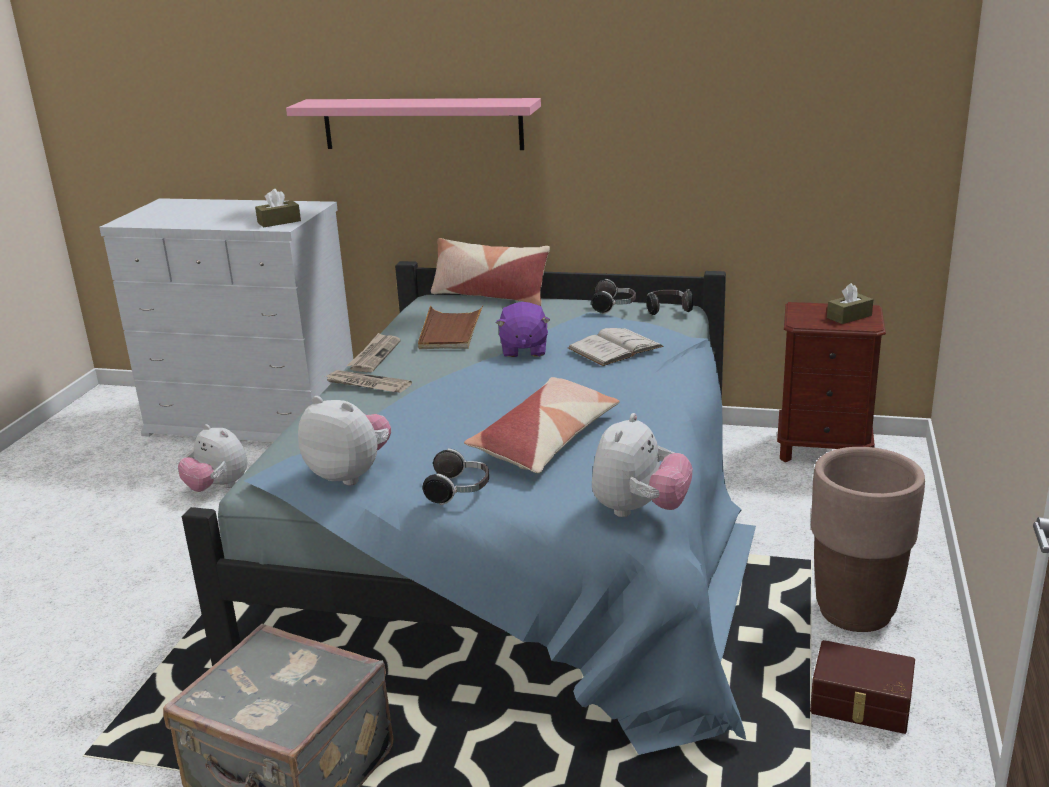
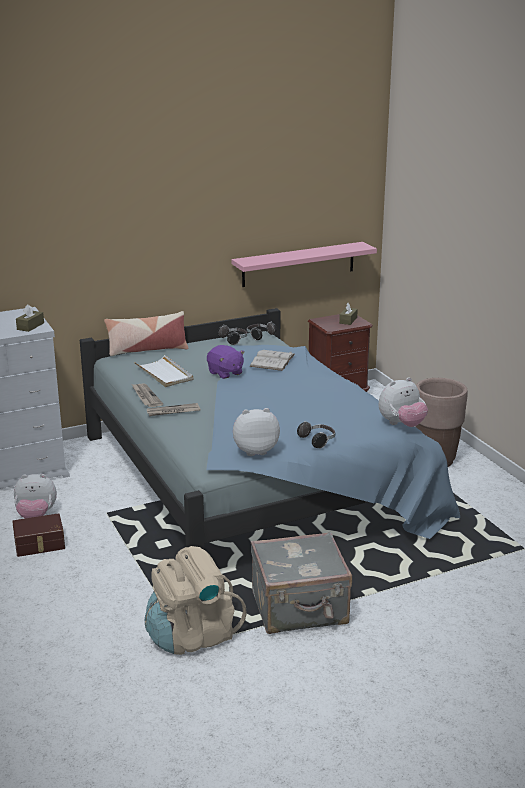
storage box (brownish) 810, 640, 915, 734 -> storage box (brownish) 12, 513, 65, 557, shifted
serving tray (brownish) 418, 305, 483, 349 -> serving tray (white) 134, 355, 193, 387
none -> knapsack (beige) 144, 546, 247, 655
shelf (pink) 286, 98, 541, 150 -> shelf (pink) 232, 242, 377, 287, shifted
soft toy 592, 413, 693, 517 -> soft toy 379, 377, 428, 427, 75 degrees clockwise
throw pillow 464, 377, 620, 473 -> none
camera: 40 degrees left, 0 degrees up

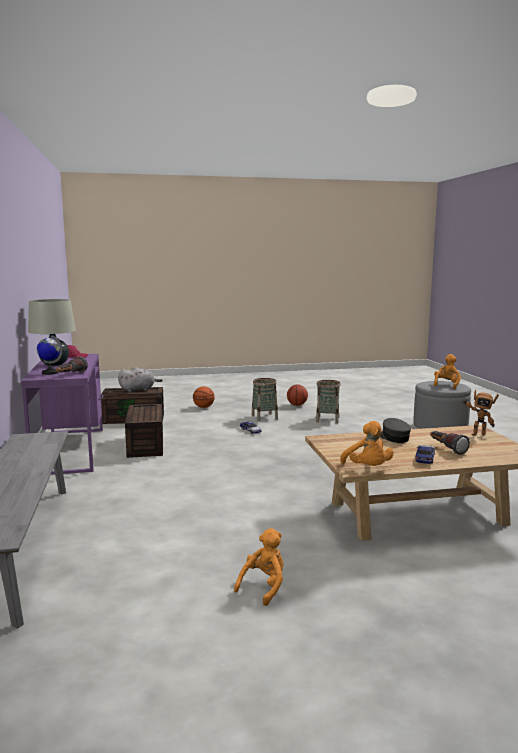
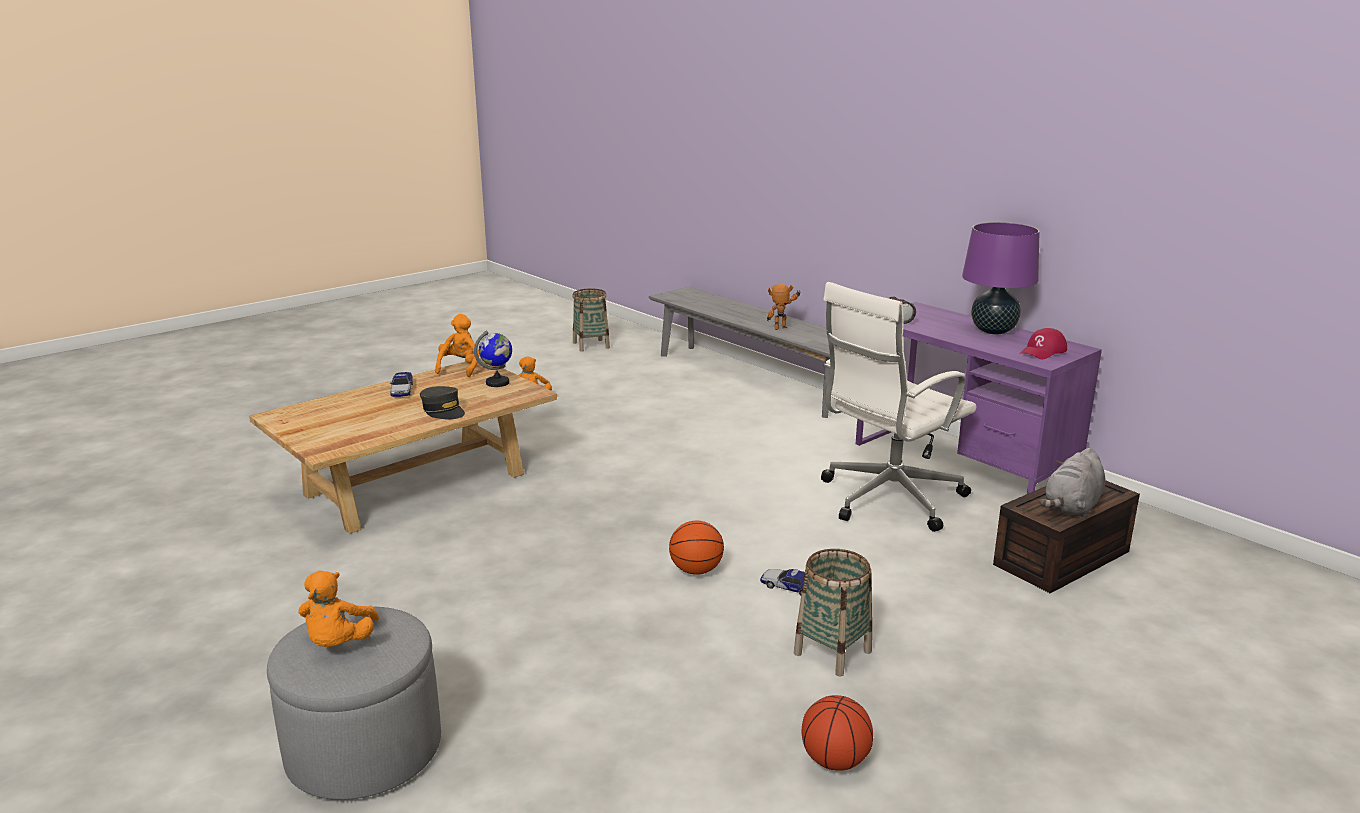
soft toy (orange) 340, 421, 394, 466 -> soft toy (orange) 435, 314, 480, 377, 60 degrees clockwise
world globe 37, 335, 63, 375 -> world globe 474, 331, 512, 387, shifted
storage basket 316, 380, 341, 423 -> storage basket 572, 288, 610, 352, shifted
ball for basketball 193, 386, 215, 408 -> ball for basketball 669, 520, 724, 575, shifted
model robot 462, 390, 499, 436 -> model robot 767, 284, 801, 330, shifted
storage box (brownish) 125, 404, 163, 458 -> desk chair (white) 821, 282, 976, 532
tabletop lamp (beige) 28, 299, 76, 366 -> tabletop lamp (purple) 962, 222, 1040, 335
torch 430, 431, 470, 455 -> none
camera: 150 degrees right, 10 degrees up

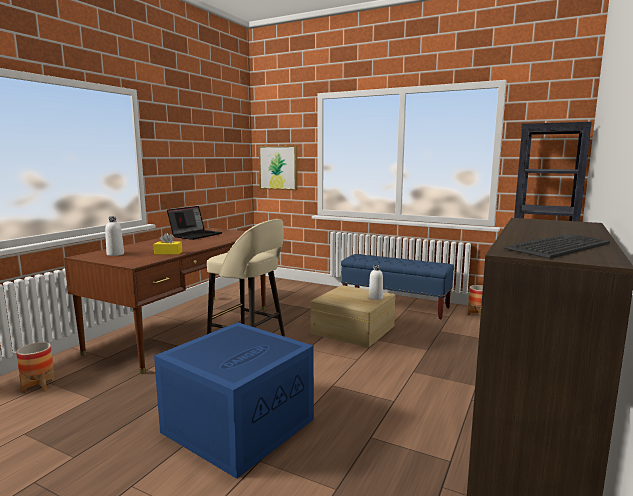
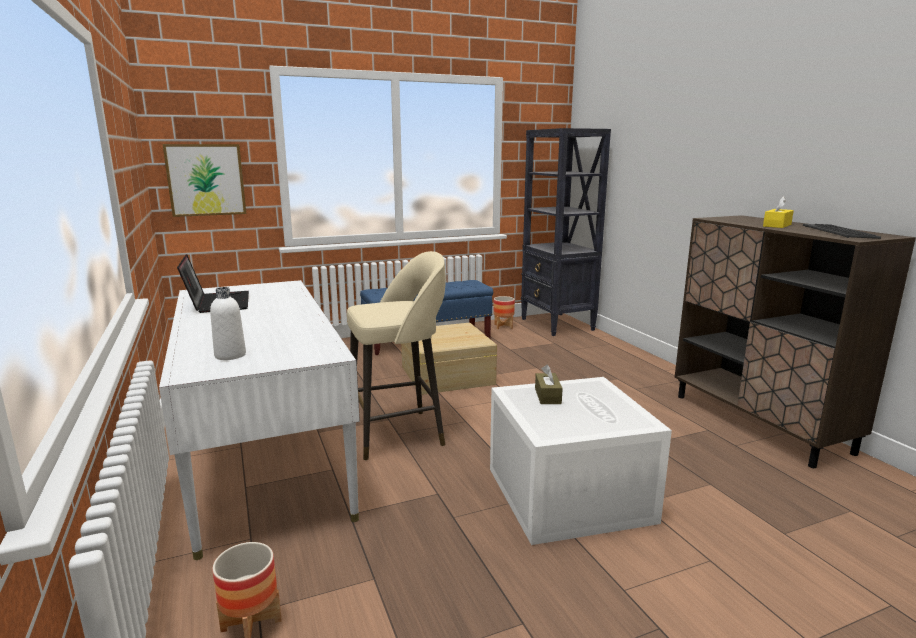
desk table (brownish) 64, 228, 266, 374 -> desk table (white) 159, 280, 360, 560
storage box (blue-coloured) 154, 322, 314, 479 -> storage box (white) 490, 377, 672, 545
none -> box of tissues (brownish) 535, 365, 563, 404
box of tissues (yellow) 153, 233, 182, 255 -> box of tissues (yellow) 763, 196, 794, 228, shifted
bottle (white) 369, 265, 383, 300 -> none
camera: 50 degrees left, 5 degrees up

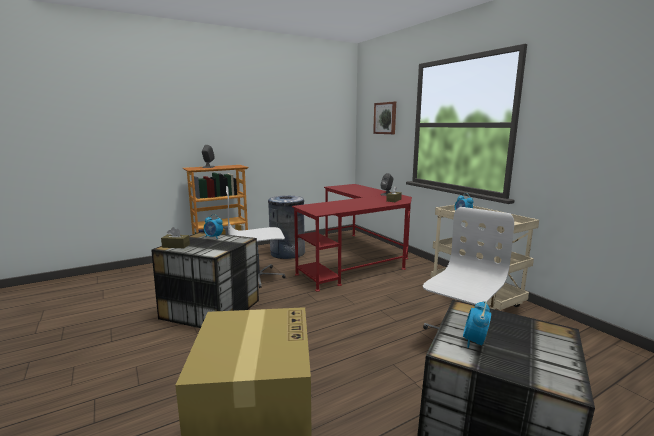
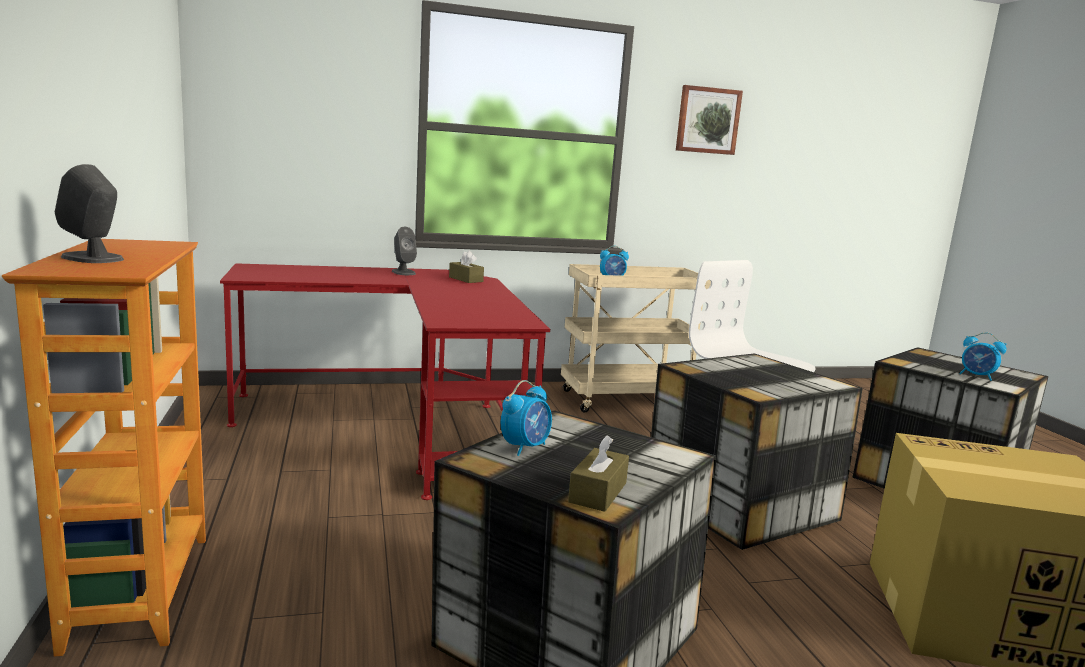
none -> storage box 651, 353, 863, 550
picture 373, 102, 396, 134 -> picture 676, 85, 743, 155, shifted
desk chair (white) 226, 186, 286, 288 -> none
trash can (greyish) 268, 195, 305, 259 -> none
camera: 75 degrees left, 0 degrees up

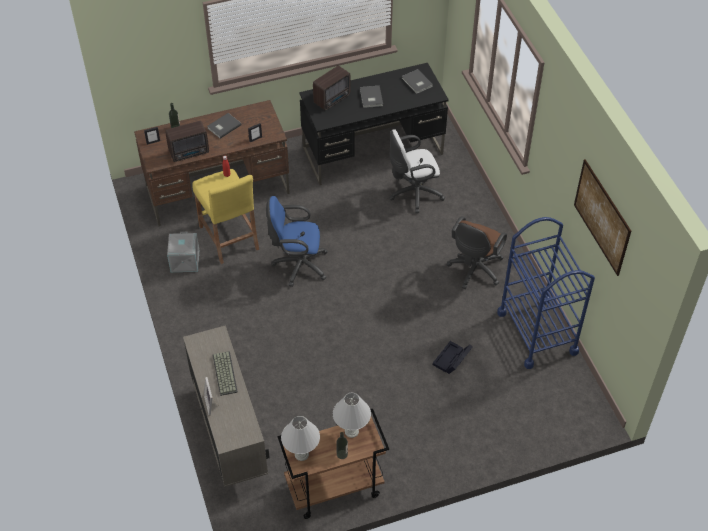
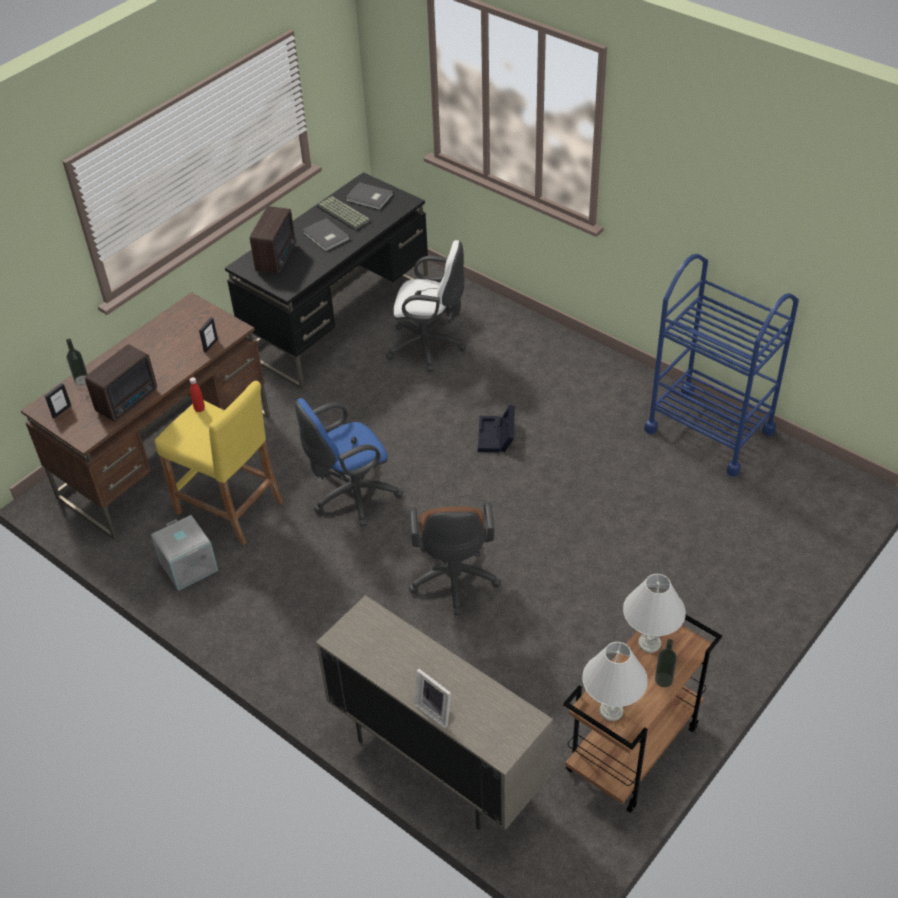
PC keyboard 213, 351, 238, 396 -> PC keyboard 317, 196, 372, 231, shifted
desk chair (white) 389, 129, 445, 213 -> desk chair (white) 386, 240, 466, 372, 120 degrees counterclockwise
desk chair (brownish) 447, 216, 507, 289 -> desk chair (brownish) 408, 502, 501, 615, shifted
storage box (blackish) 433, 341, 472, 374 -> storage box (blackish) 478, 405, 515, 452, shifted
book (greyish) 207, 113, 242, 139 -> none
picture 574, 159, 631, 276 -> none
camera: 30 degrees left, 5 degrees down

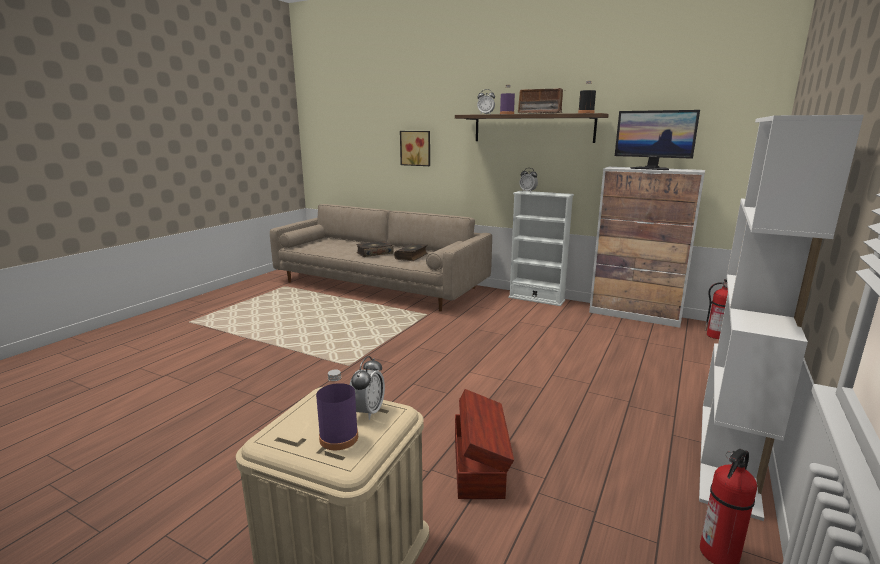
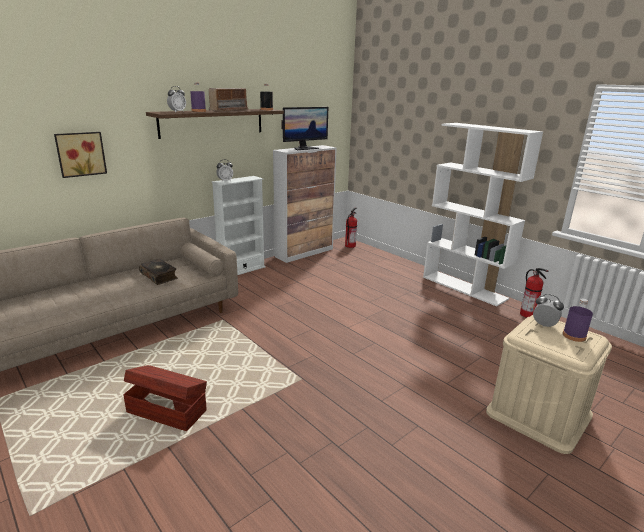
storage box (brownish) 455, 389, 514, 499 -> storage box (brownish) 123, 365, 207, 431, shifted
book 356, 241, 394, 257 -> none
camera: 70 degrees left, 5 degrees up

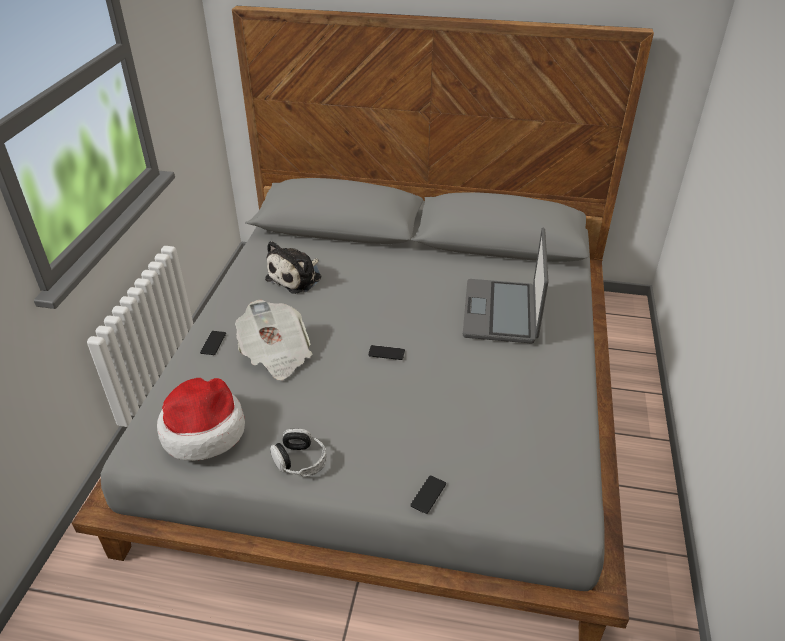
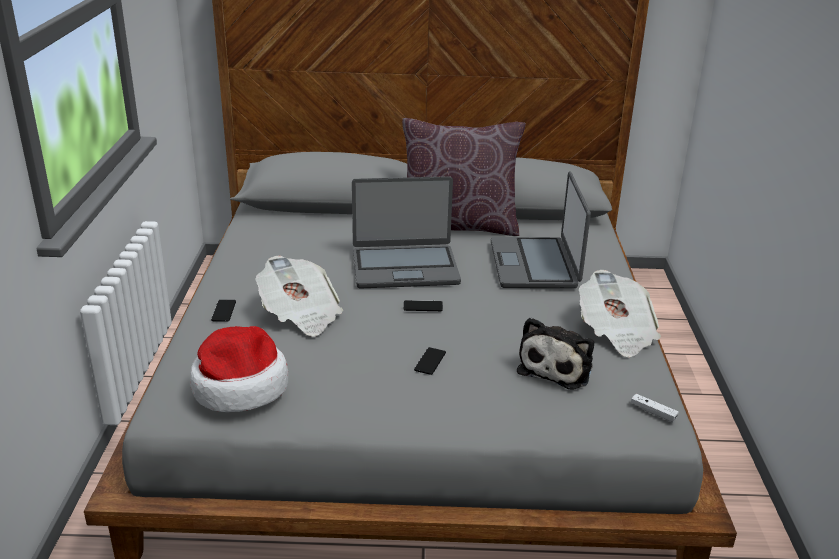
none -> portable computer 352, 176, 461, 289
none -> throw pillow (brownish) 402, 118, 526, 236
phone 410, 475, 446, 514 -> phone 414, 347, 446, 375, shifted
soft toy 265, 241, 322, 294 -> soft toy 517, 317, 594, 390, shifted
none -> newspaper 579, 270, 661, 358
none -> joypad (white) 631, 394, 679, 423
headset 270, 429, 327, 477 -> none
camera: 10 degrees left, 10 degrees down

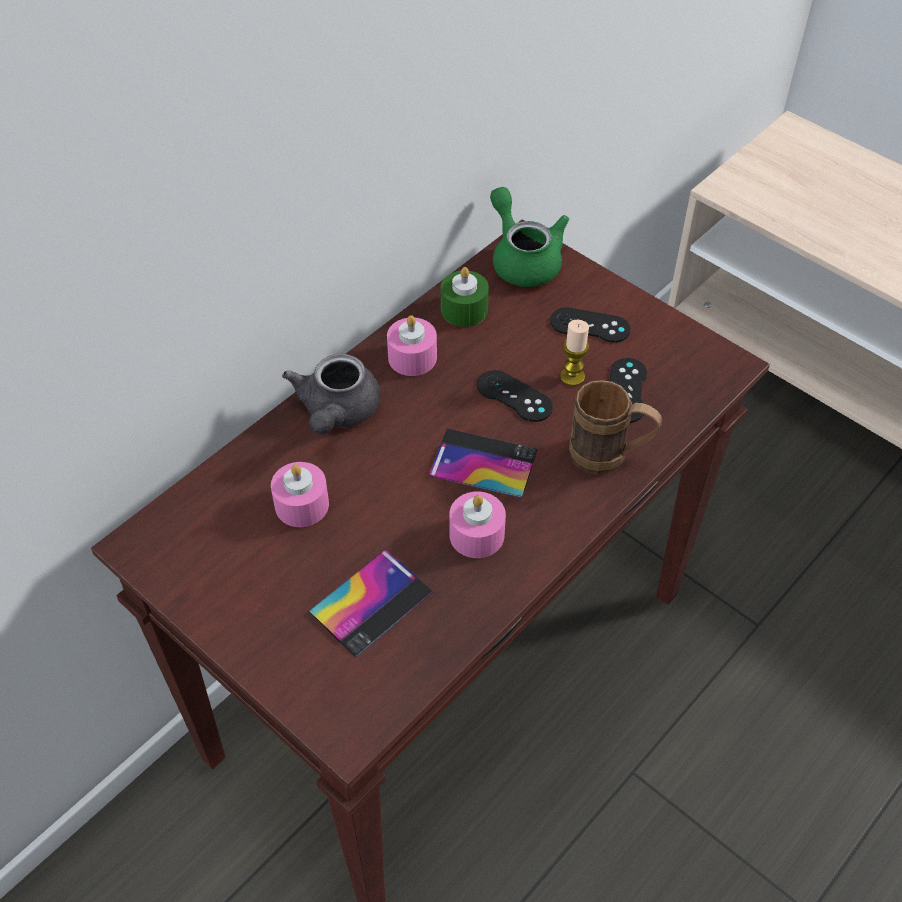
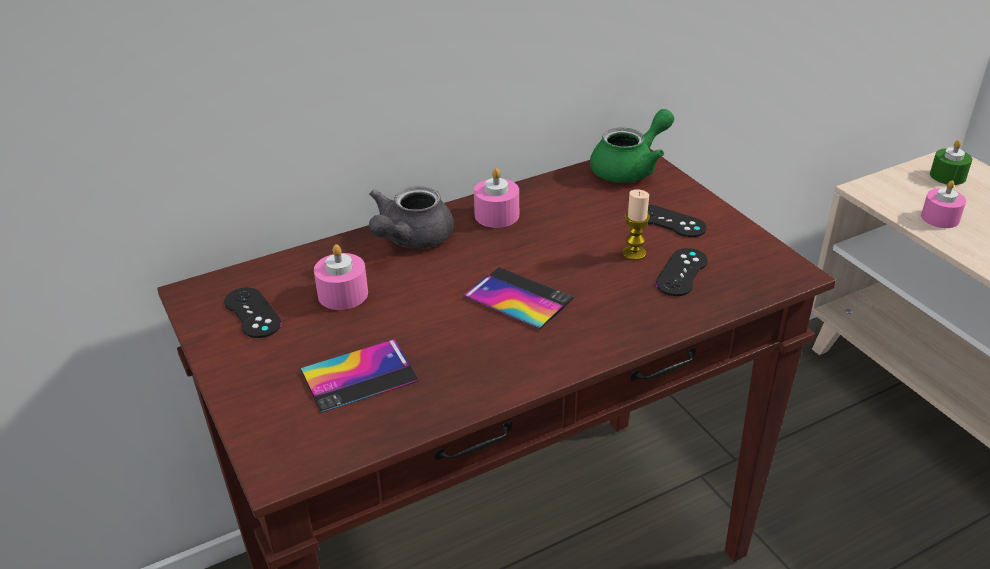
joypad (blackish) 477, 370, 553, 422 -> joypad (blackish) 224, 288, 282, 338, shifted
pot for tea (green) 490, 187, 569, 287 -> pot for tea (green) 590, 109, 674, 183, 60 degrees clockwise
wax candle (pink) 449, 491, 506, 558 -> wax candle (pink) 921, 180, 966, 228, shifted
wax candle (green) 441, 267, 489, 327 -> wax candle (green) 930, 140, 972, 185, shifted
coffee mug (brownish) 569, 380, 662, 475 -> none
camera: 20 degrees right, 15 degrees down

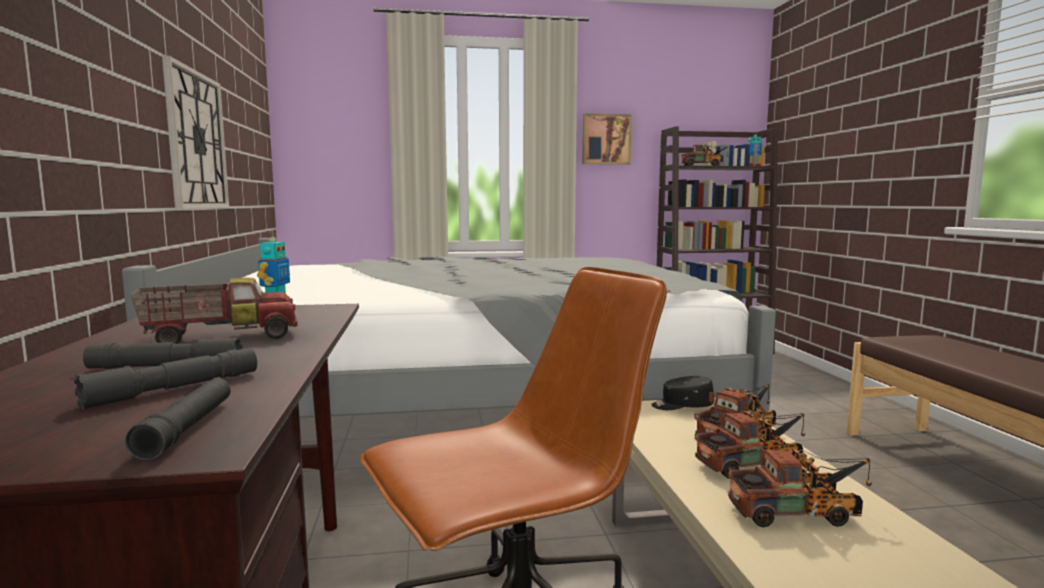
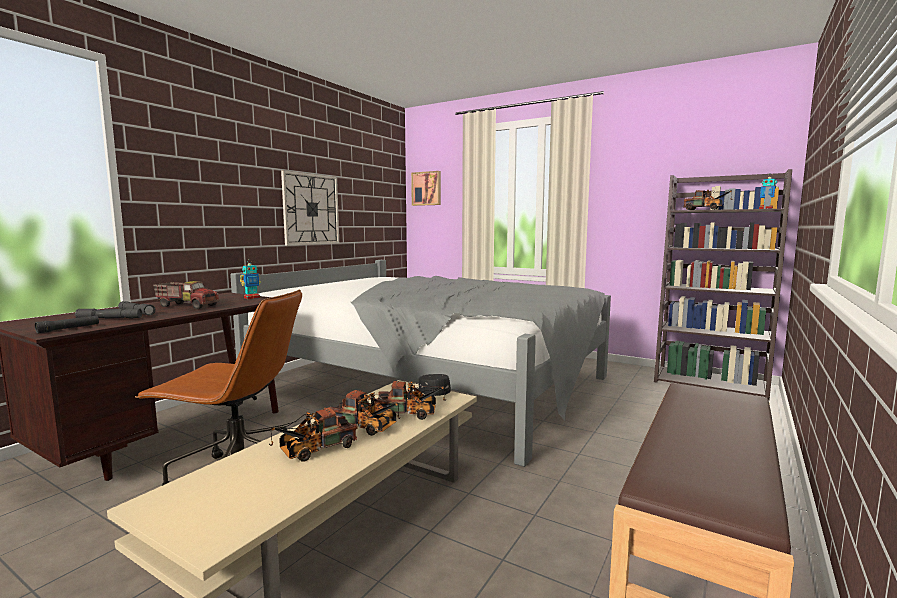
model truck 728, 448, 872, 527 -> model truck 269, 407, 358, 462, 105 degrees clockwise
picture 582, 113, 632, 165 -> picture 411, 171, 441, 206, shifted
camera: 40 degrees right, 0 degrees up

